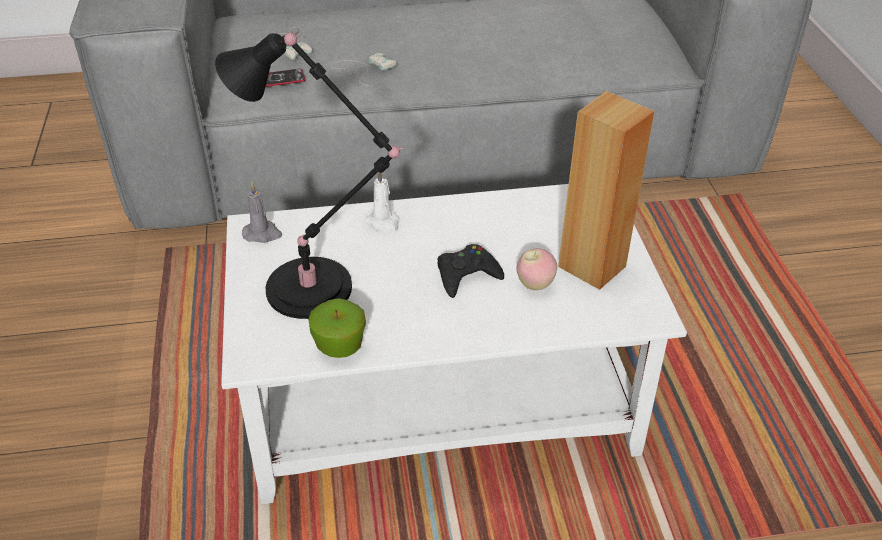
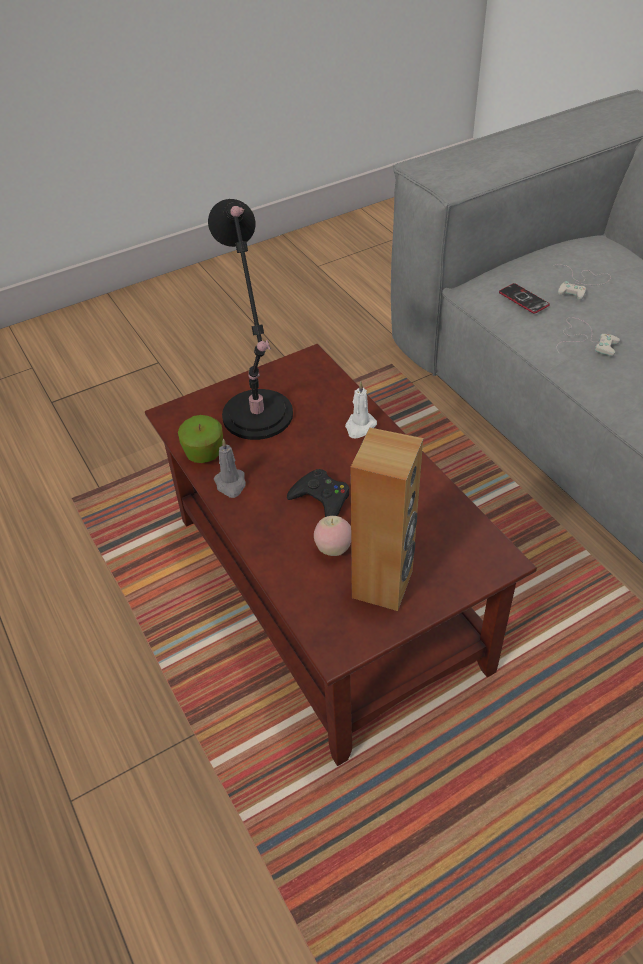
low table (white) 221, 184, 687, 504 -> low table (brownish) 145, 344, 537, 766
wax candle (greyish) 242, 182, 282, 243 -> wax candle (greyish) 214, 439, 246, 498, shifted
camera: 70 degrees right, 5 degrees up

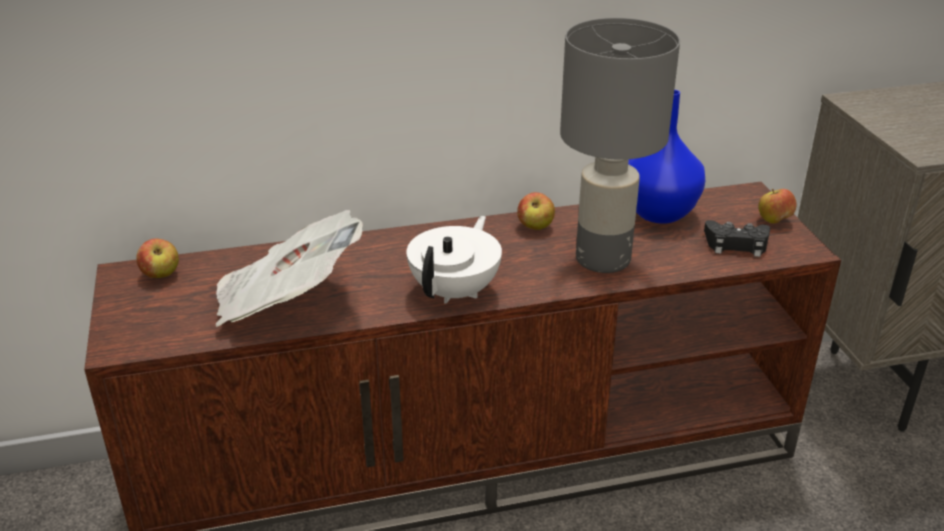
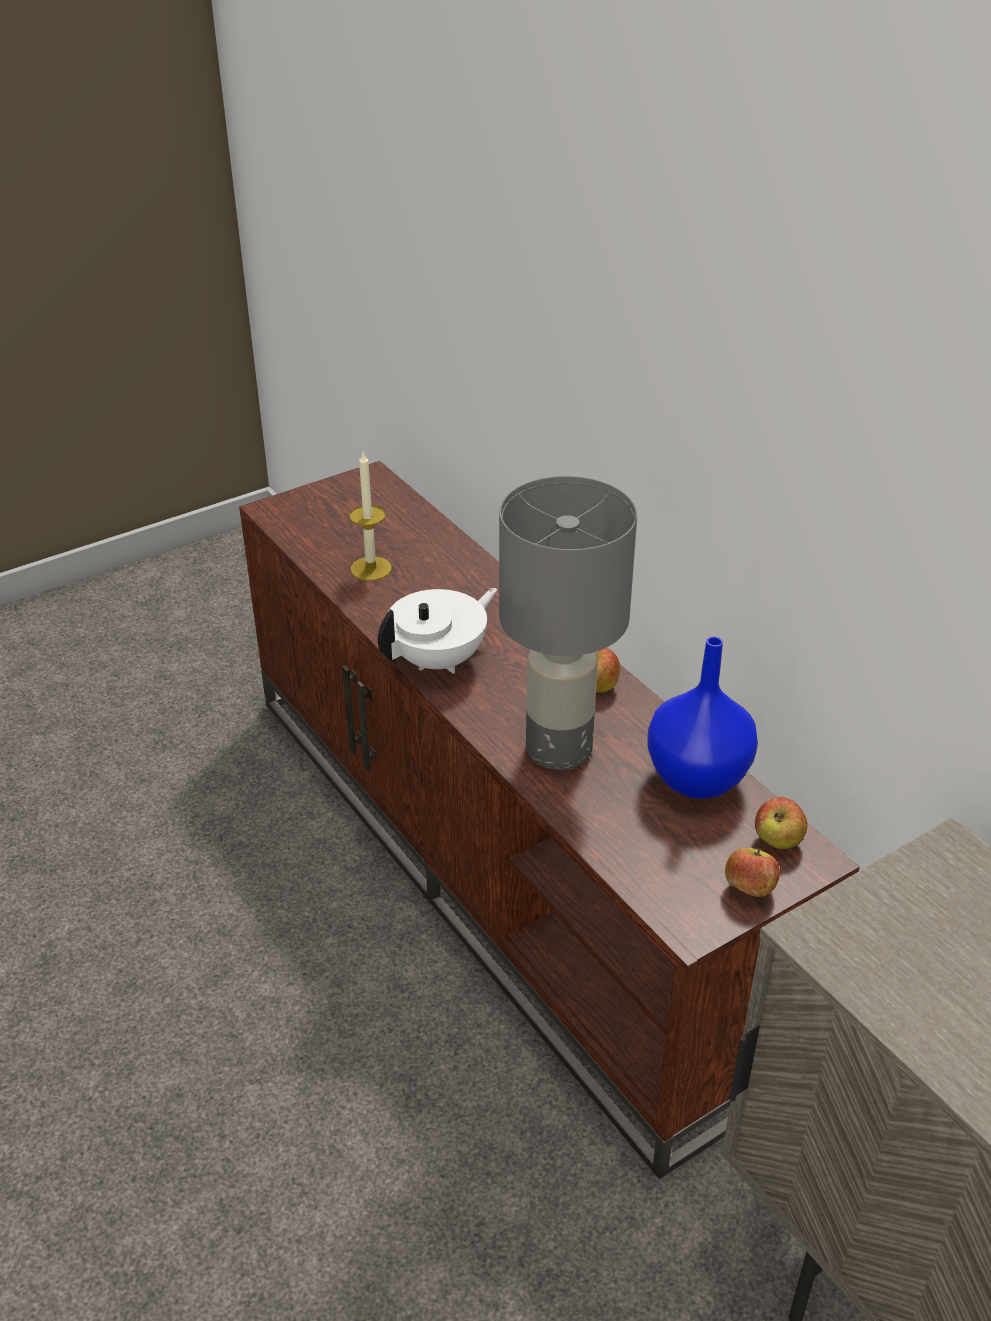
newspaper 215, 210, 363, 327 -> wax candle 350, 452, 392, 581
pot for tea (white) 407, 216, 502, 304 -> pot for tea (white) 378, 588, 497, 674, 45 degrees counterclockwise
apple fruit 136, 238, 179, 278 -> apple fruit 755, 797, 808, 849, shifted
joypad (blackish) 704, 220, 770, 257 -> none
camera: 70 degrees right, 5 degrees up

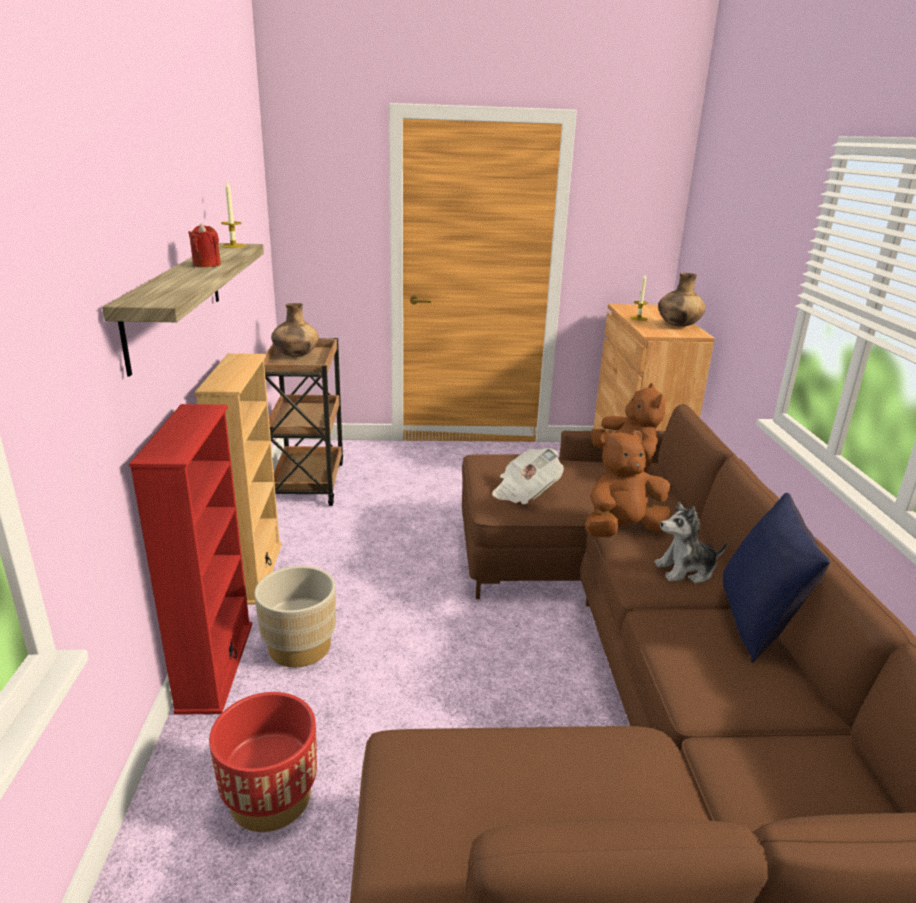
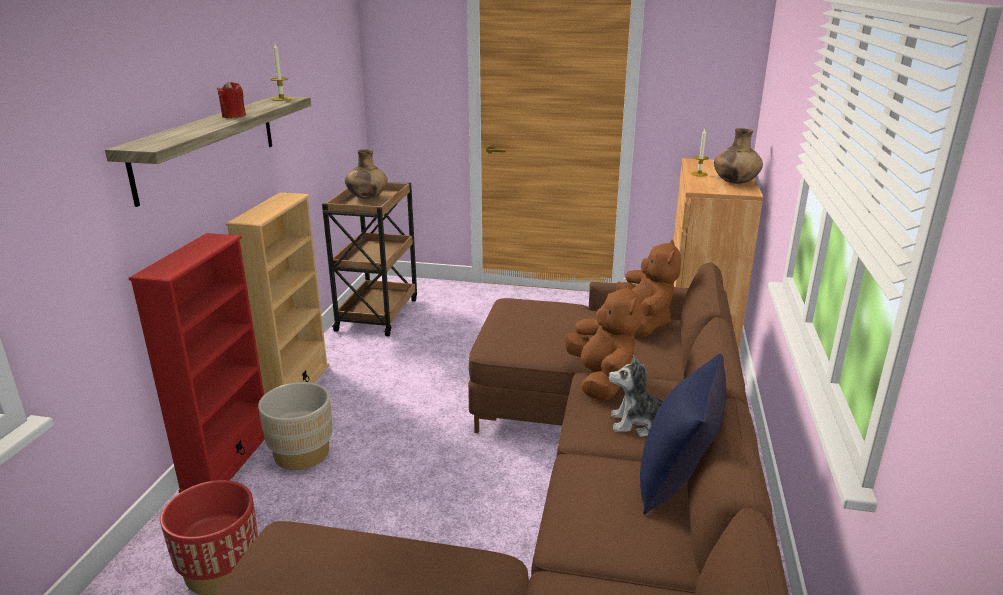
soft toy (brownish) 585, 430, 671, 537 -> soft toy (brownish) 565, 283, 642, 401, 90 degrees clockwise
newspaper 492, 448, 564, 504 -> none
camera: 15 degrees right, 0 degrees up

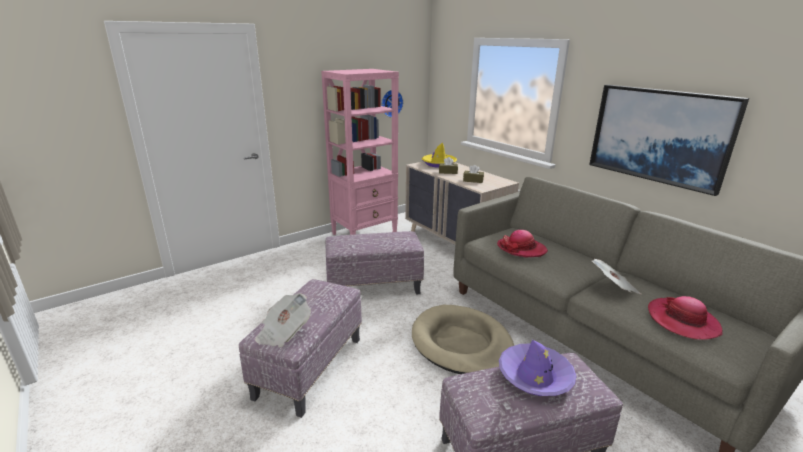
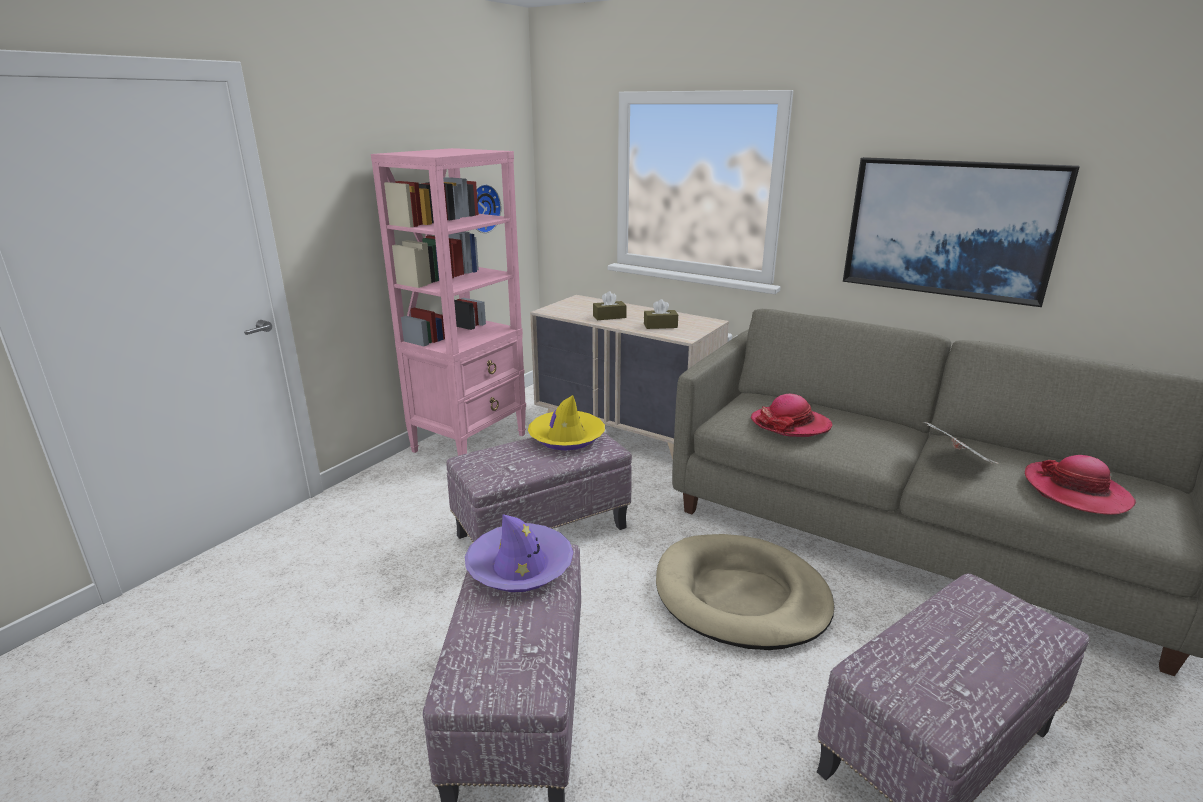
hat (purple) 499, 340, 576, 396 -> hat (purple) 465, 514, 573, 592, shifted
hat (yellow) 422, 142, 457, 168 -> hat (yellow) 528, 395, 605, 450, shifted
newspaper 255, 294, 311, 347 -> none
camera: 20 degrees left, 0 degrees up

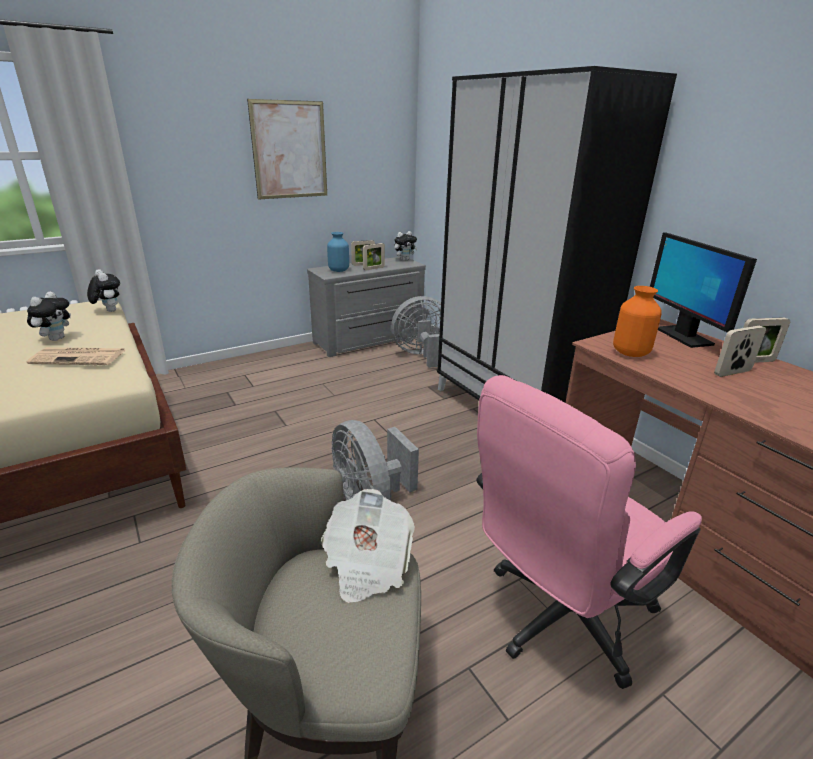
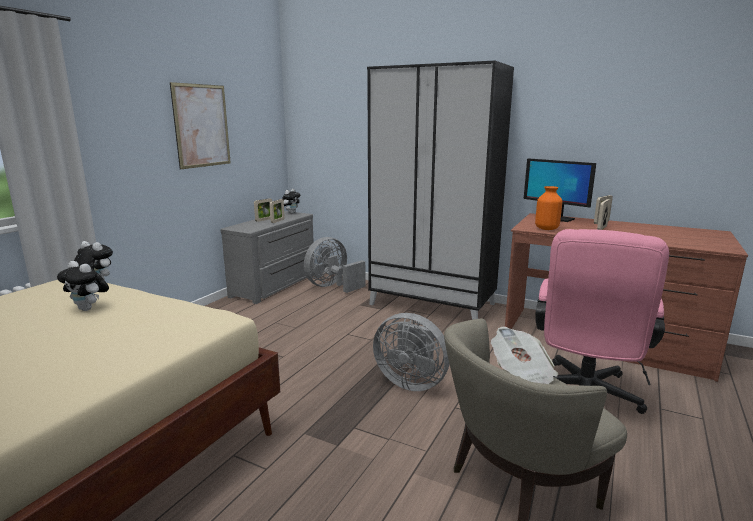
soft toy 27, 291, 71, 341 -> soft toy 57, 261, 109, 311, 135 degrees clockwise
newspaper 27, 347, 125, 365 -> none
decorative vase (blue-coloured) 327, 232, 349, 272 -> none
camera: 30 degrees left, 10 degrees down

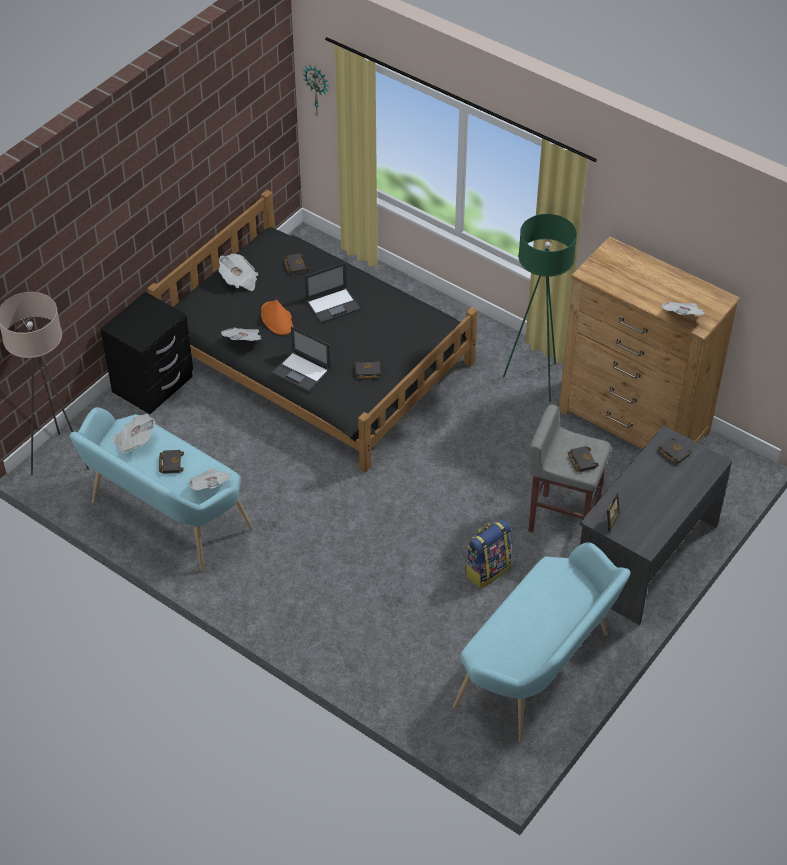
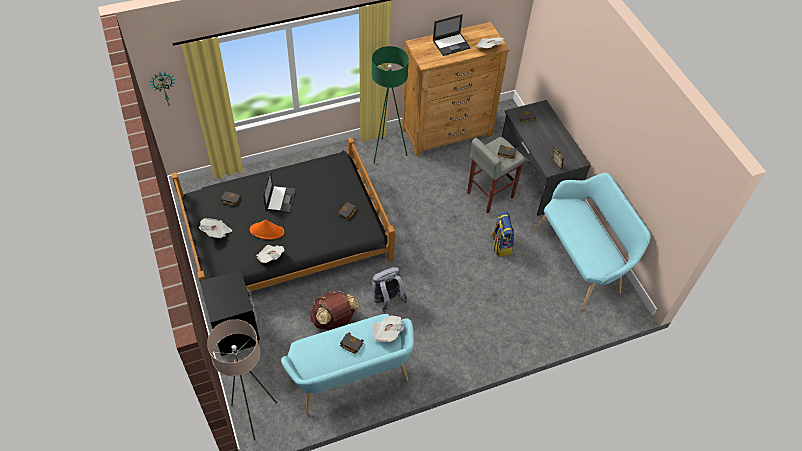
none -> knapsack (brownish) 310, 291, 360, 330
none -> knapsack (greyish) 372, 267, 407, 312
portable computer 272, 326, 331, 392 -> portable computer 433, 14, 471, 56, shifted
newspaper 113, 414, 156, 453 -> none
camera: 60 degrees left, 5 degrees up

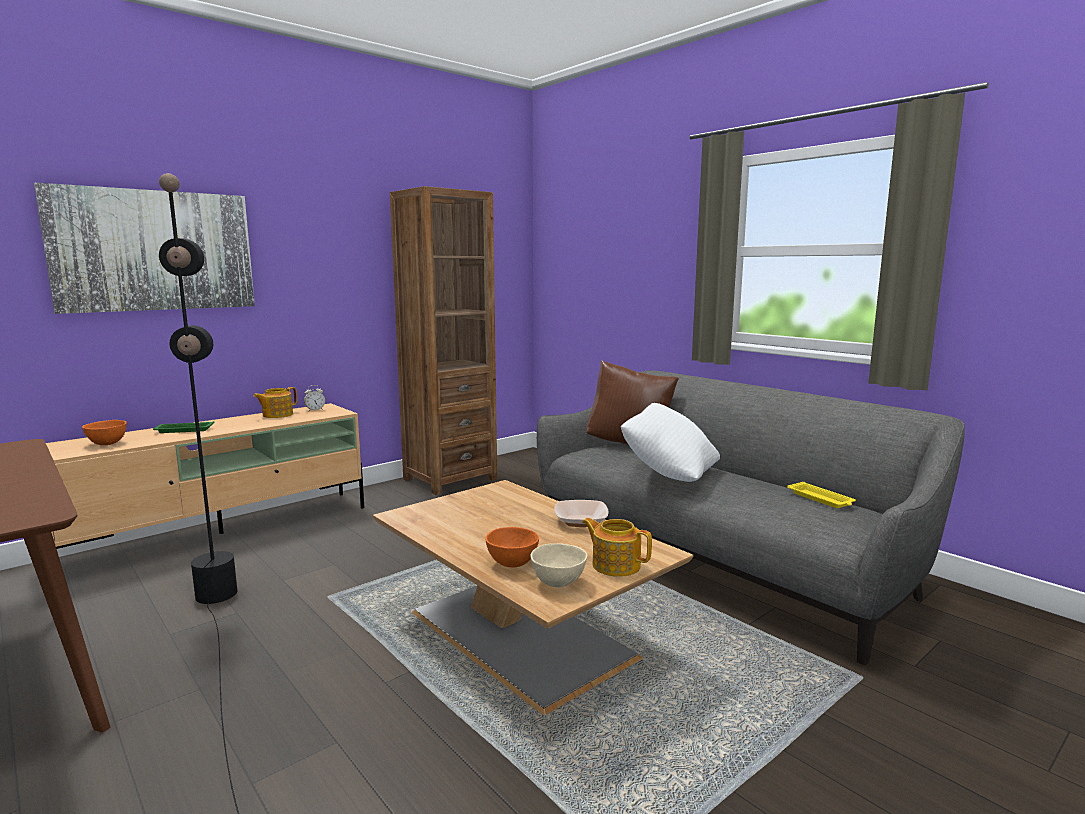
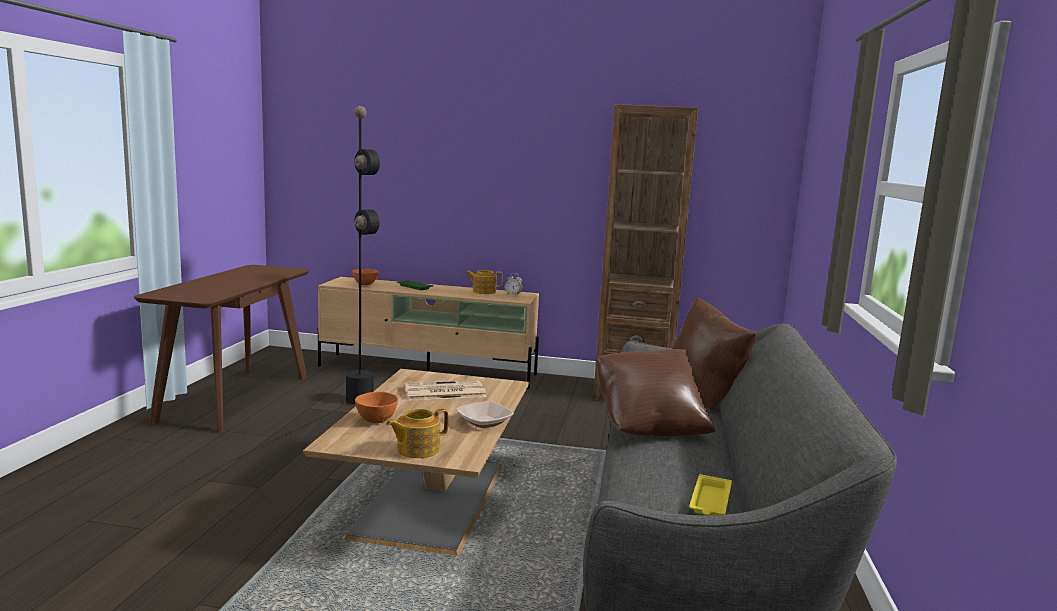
pot for tea 582, 518, 652, 577 -> pot for tea 386, 408, 449, 458, 120 degrees counterclockwise
none -> newspaper 404, 380, 487, 401
throw pillow (white) 621, 403, 720, 482 -> throw pillow (brownish) 596, 349, 715, 437
picture 34, 182, 255, 314 -> none
serving bowl (beige) 531, 543, 587, 587 -> none
camera: 50 degrees right, 0 degrees up

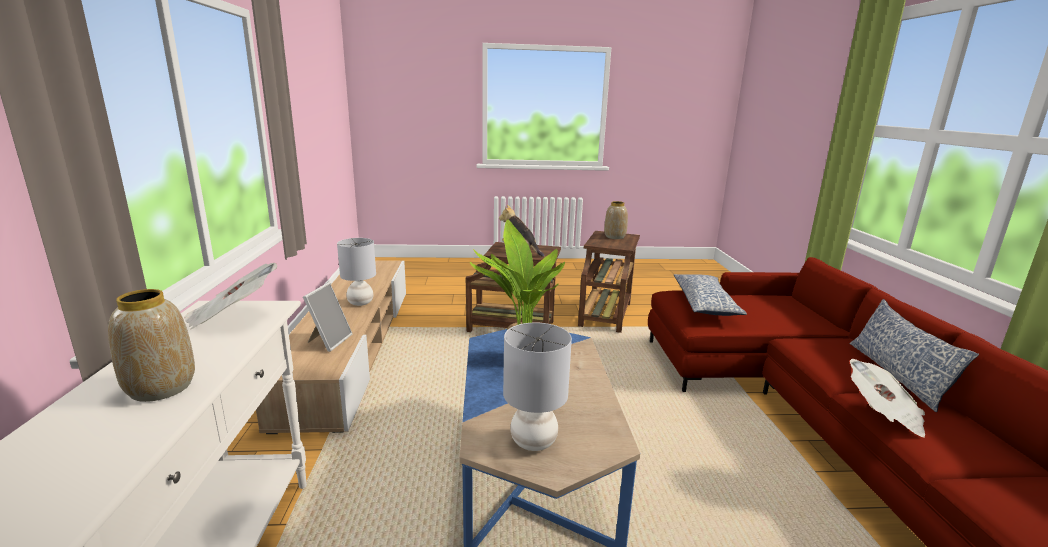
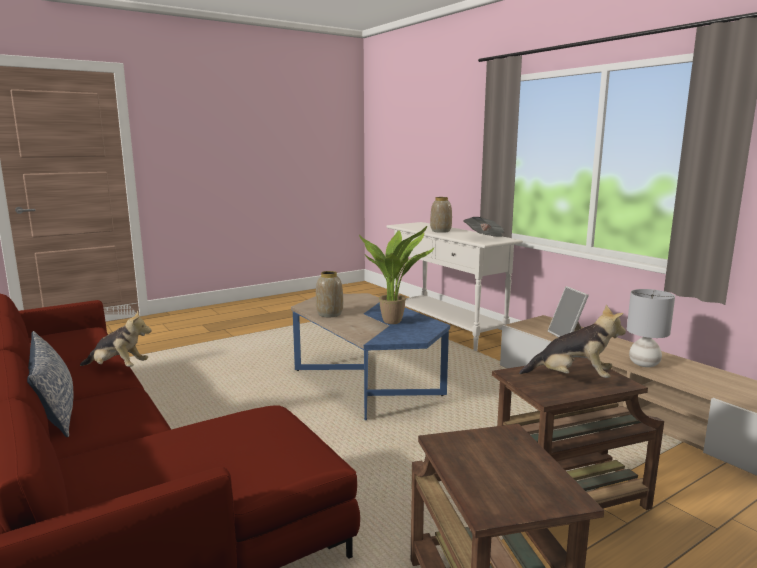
newspaper 850, 359, 925, 437 -> soft toy 80, 310, 152, 367
decorative vase 604, 201, 628, 239 -> decorative vase 316, 271, 343, 317, shifted
tabletop lamp (greyish) 503, 323, 572, 451 -> none
throw pillow 674, 274, 747, 316 -> none
camera: 150 degrees right, 5 degrees down

